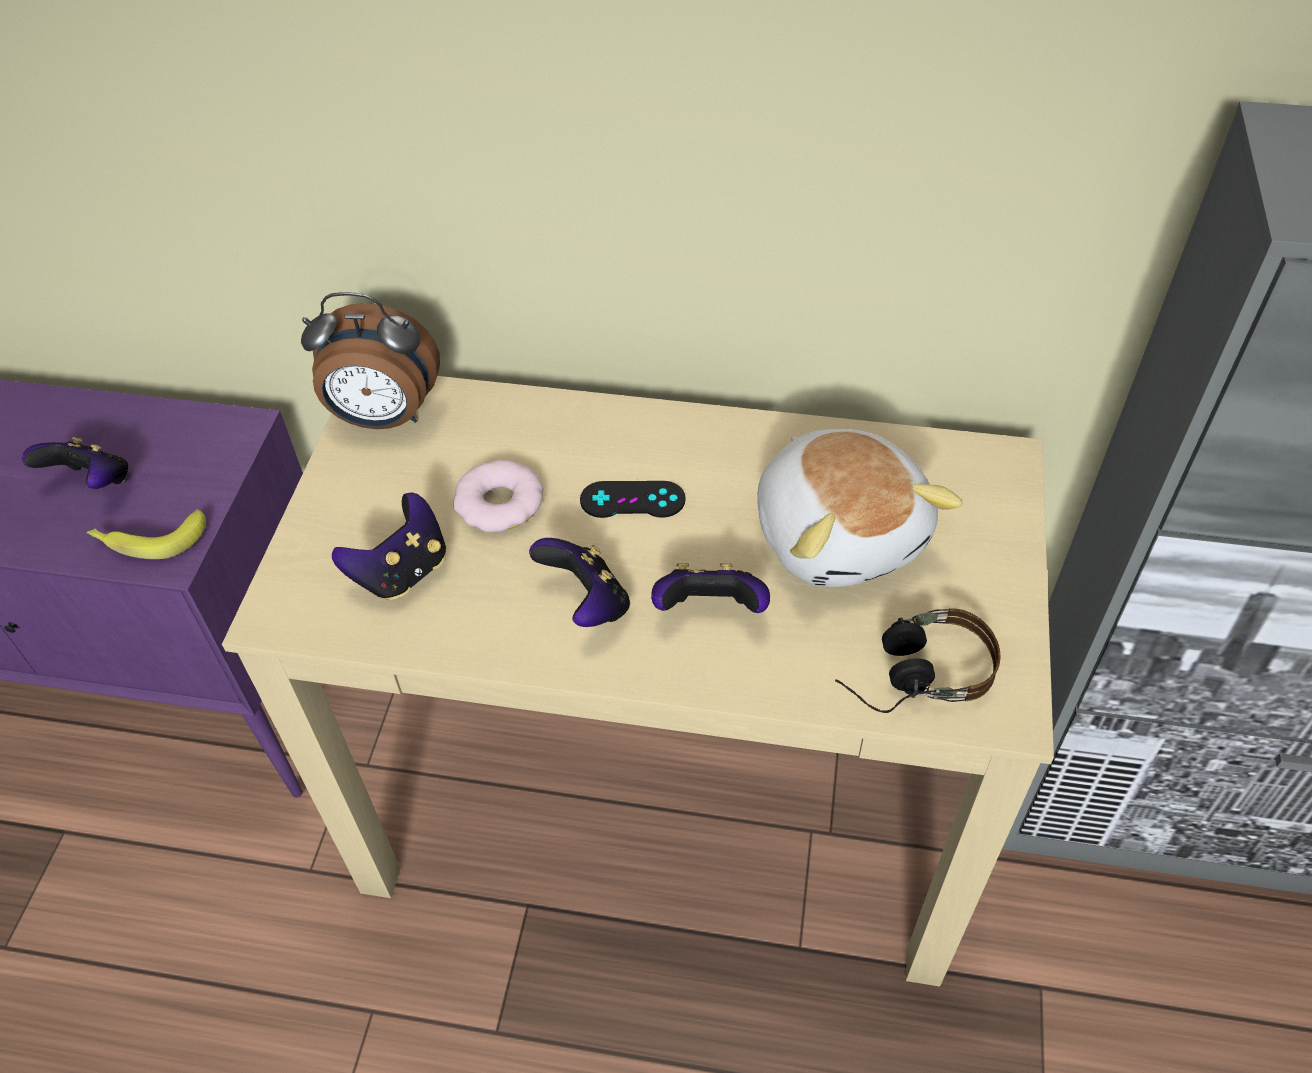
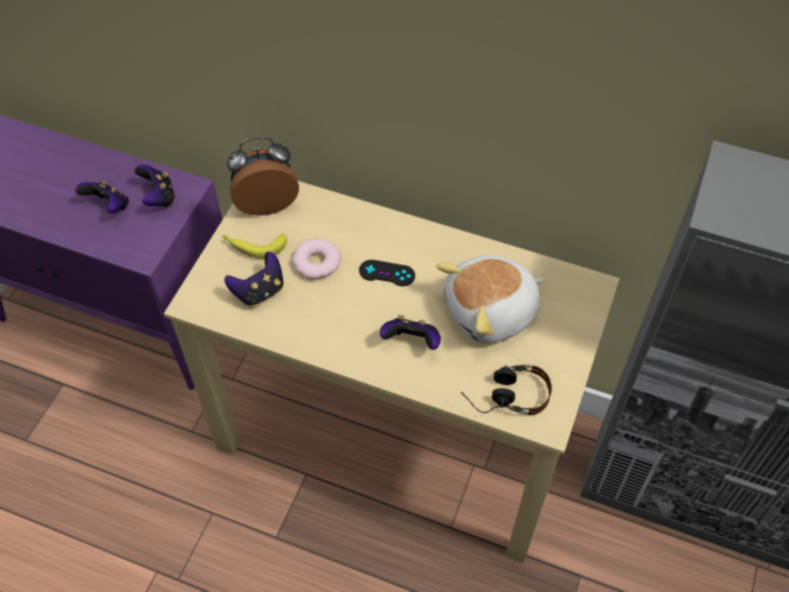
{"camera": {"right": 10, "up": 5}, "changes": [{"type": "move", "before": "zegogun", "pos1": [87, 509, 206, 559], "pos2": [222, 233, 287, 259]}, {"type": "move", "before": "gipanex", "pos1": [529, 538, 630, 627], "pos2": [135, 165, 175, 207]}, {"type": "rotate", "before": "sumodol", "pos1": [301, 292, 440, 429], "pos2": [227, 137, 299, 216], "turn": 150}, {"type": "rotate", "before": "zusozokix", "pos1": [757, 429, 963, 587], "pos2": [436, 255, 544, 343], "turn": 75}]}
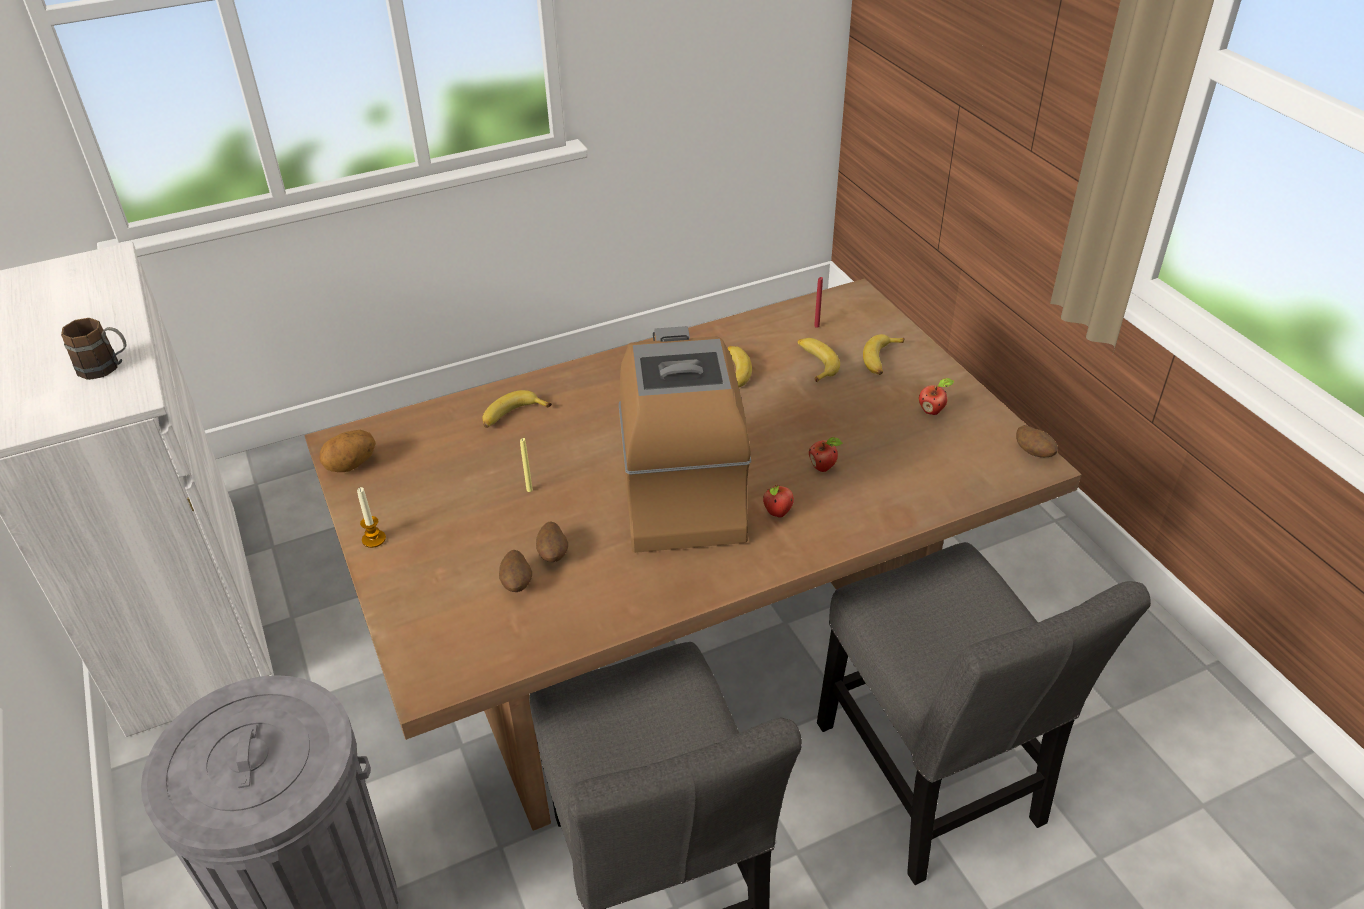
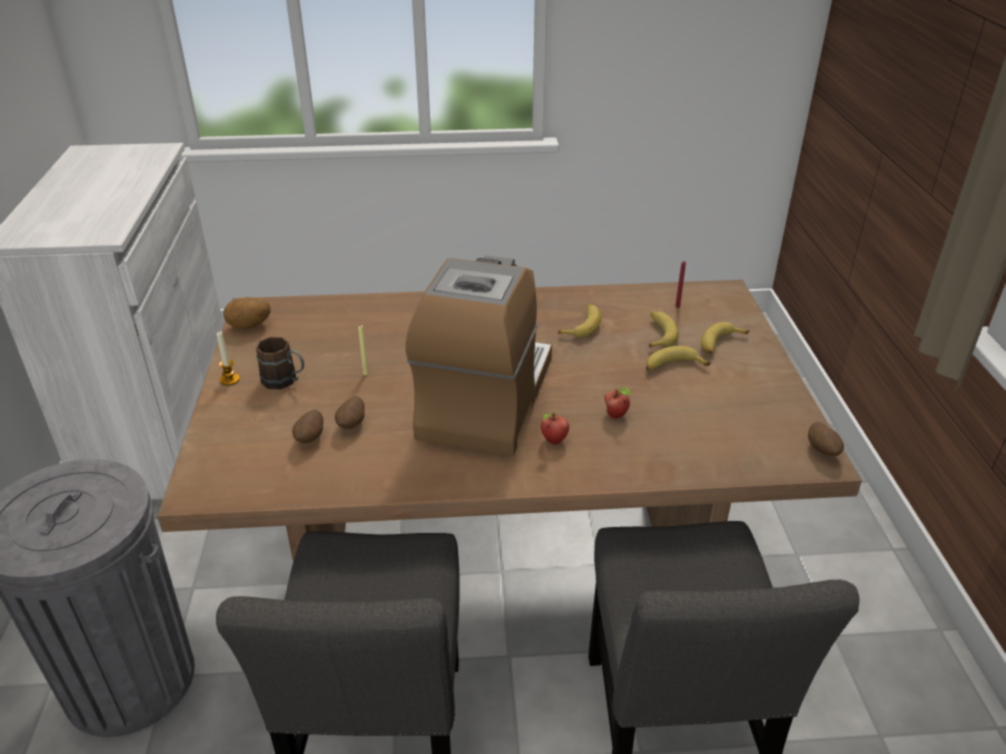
{"camera": {"right": 20, "up": -5}, "changes": [{"type": "delete", "before": "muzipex", "pos1": [919, 378, 954, 415]}, {"type": "move", "before": "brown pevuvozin", "pos1": [61, 318, 126, 380], "pos2": [256, 337, 304, 389]}, {"type": "move", "before": "zegogun", "pos1": [482, 390, 552, 428], "pos2": [646, 346, 710, 370]}]}
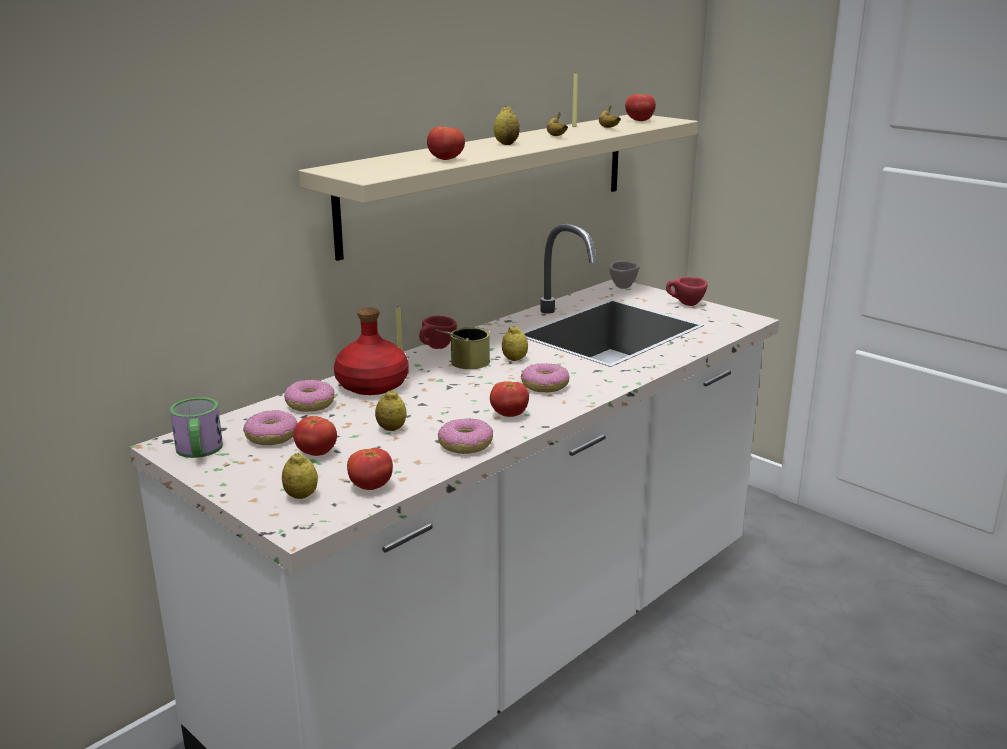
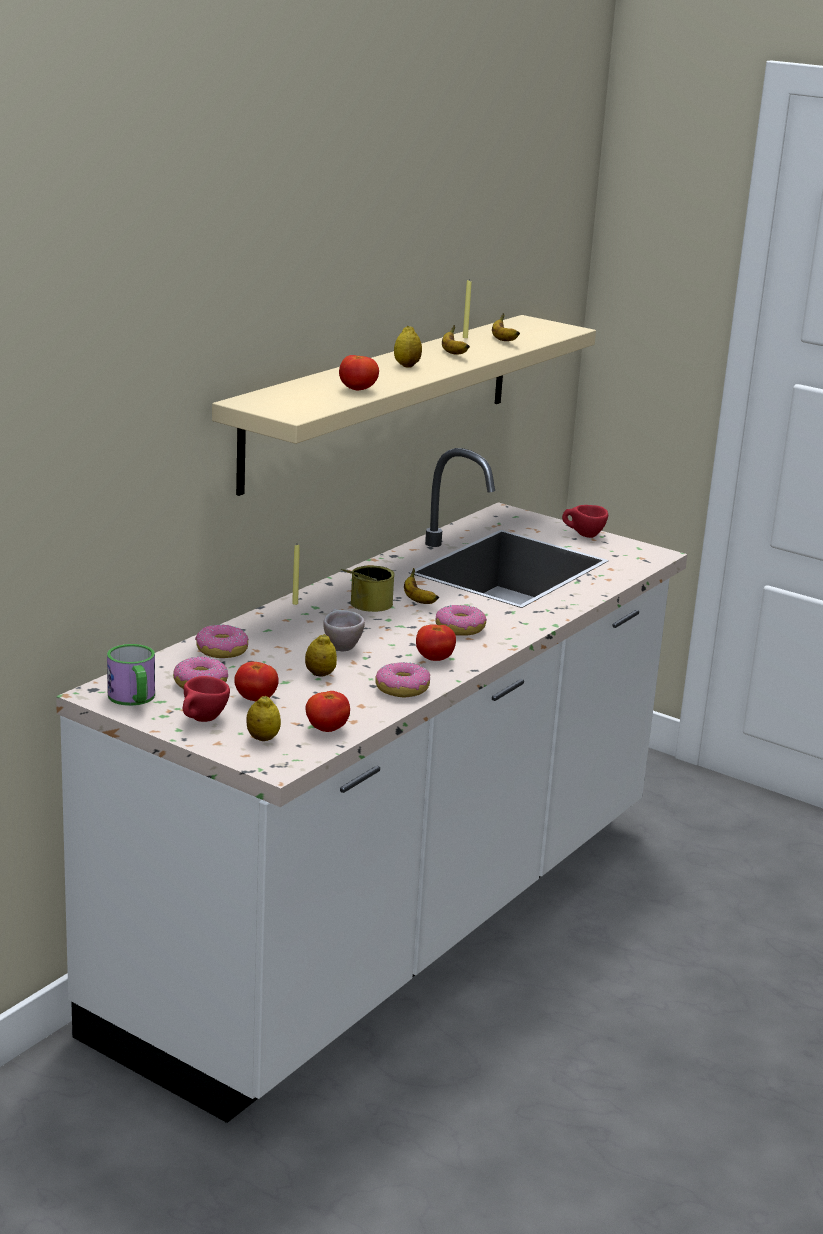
{"camera": {"right": -10, "up": 0}, "changes": [{"type": "delete", "before": "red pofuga", "pos1": [334, 307, 408, 395]}, {"type": "delete", "before": "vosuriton", "pos1": [625, 94, 656, 121]}, {"type": "move", "before": "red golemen", "pos1": [419, 316, 457, 349], "pos2": [183, 676, 230, 722]}, {"type": "move", "before": "beige golemen", "pos1": [610, 260, 639, 289], "pos2": [323, 609, 365, 651]}, {"type": "replace", "before": "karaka", "after": "zegogun", "pos1": [502, 326, 528, 361], "pos2": [404, 568, 439, 604]}]}
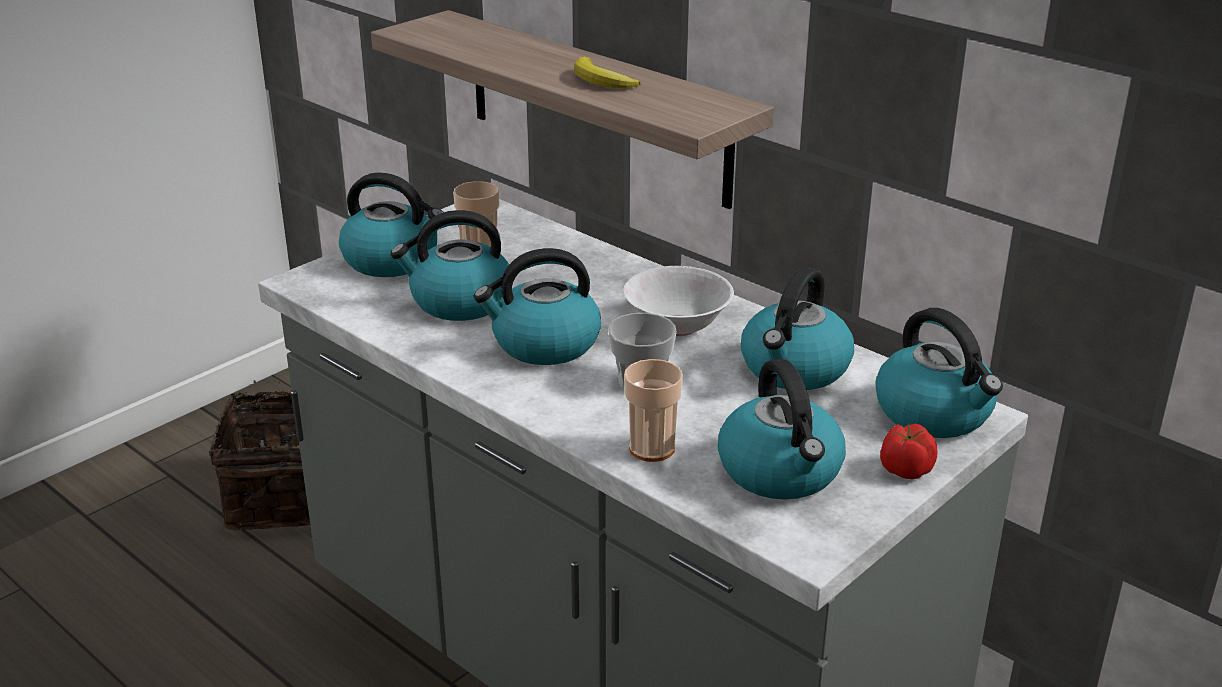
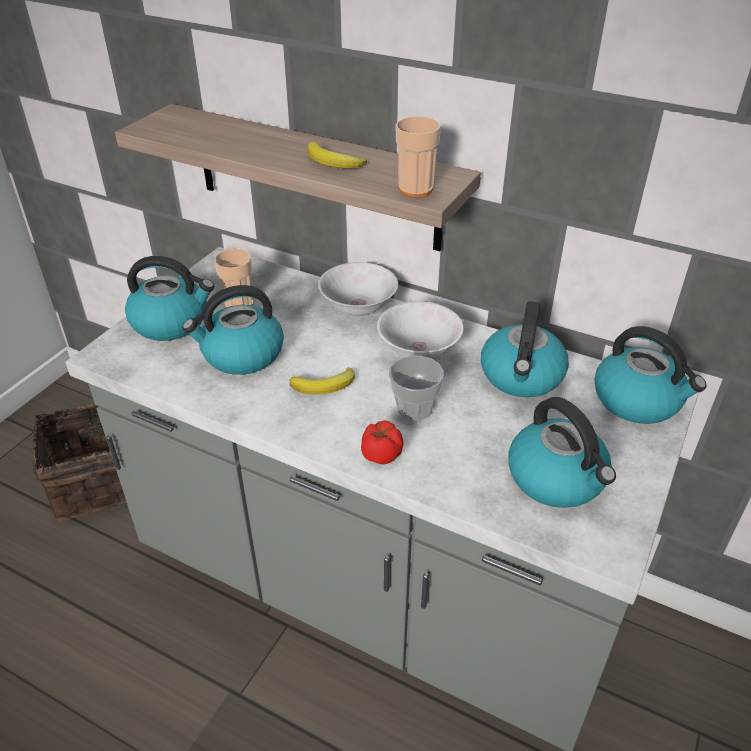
{"camera": {"right": -15, "up": 10}, "changes": [{"type": "insert", "after": "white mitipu", "pos2": [318, 262, 398, 316]}, {"type": "move", "before": "golemen", "pos1": [624, 359, 683, 462], "pos2": [396, 116, 441, 197]}, {"type": "move", "before": "vosuriton", "pos1": [880, 423, 937, 479], "pos2": [361, 420, 404, 464]}, {"type": "replace", "before": "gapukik", "after": "zegogun", "pos1": [474, 248, 601, 365], "pos2": [290, 367, 355, 394]}]}
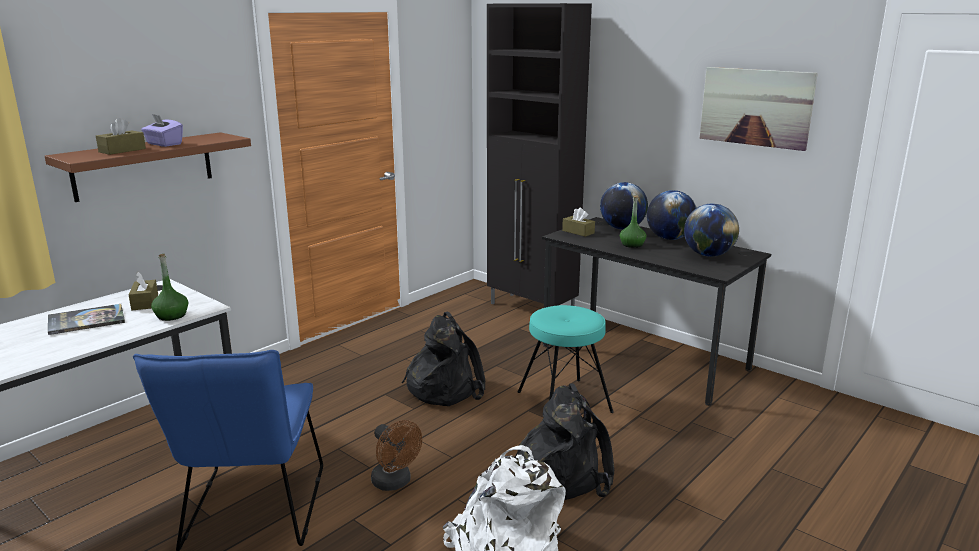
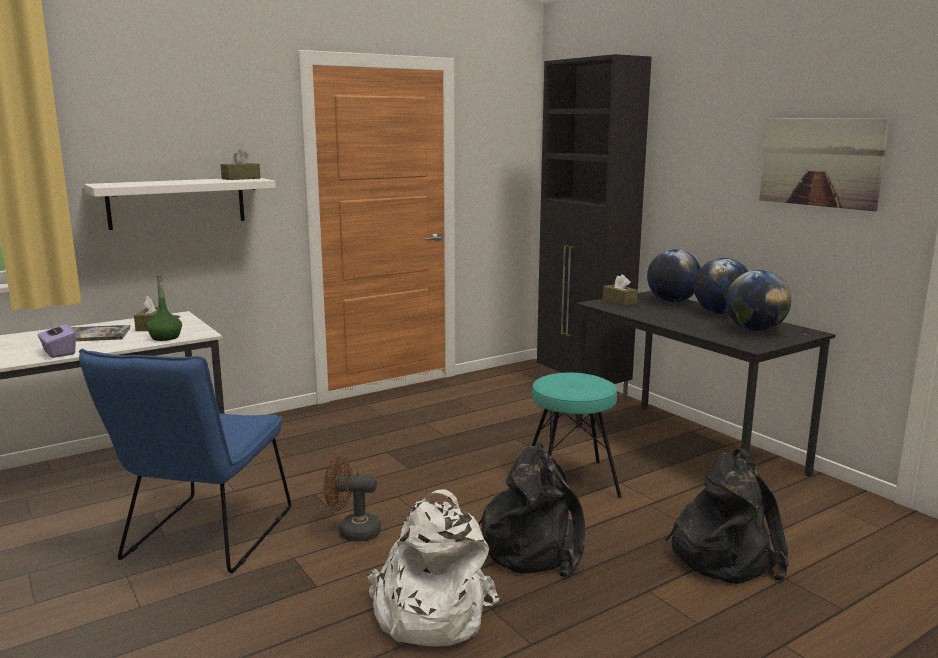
{"camera": {"right": 15, "up": -5}, "changes": [{"type": "delete", "before": "green pofuga", "pos1": [620, 195, 646, 248]}, {"type": "move", "before": "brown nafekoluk", "pos1": [96, 117, 146, 155], "pos2": [221, 149, 261, 180]}, {"type": "move", "before": "purple nafekoluk", "pos1": [141, 114, 183, 147], "pos2": [38, 321, 76, 358]}, {"type": "move", "before": "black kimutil", "pos1": [401, 311, 485, 406], "pos2": [665, 448, 789, 584]}, {"type": "recolor", "before": "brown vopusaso", "after": "white vopusaso", "pos1": [45, 132, 251, 202], "pos2": [84, 178, 276, 230]}, {"type": "rotate", "before": "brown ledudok", "pos1": [371, 420, 422, 491], "pos2": [324, 456, 381, 542], "turn": 120}]}
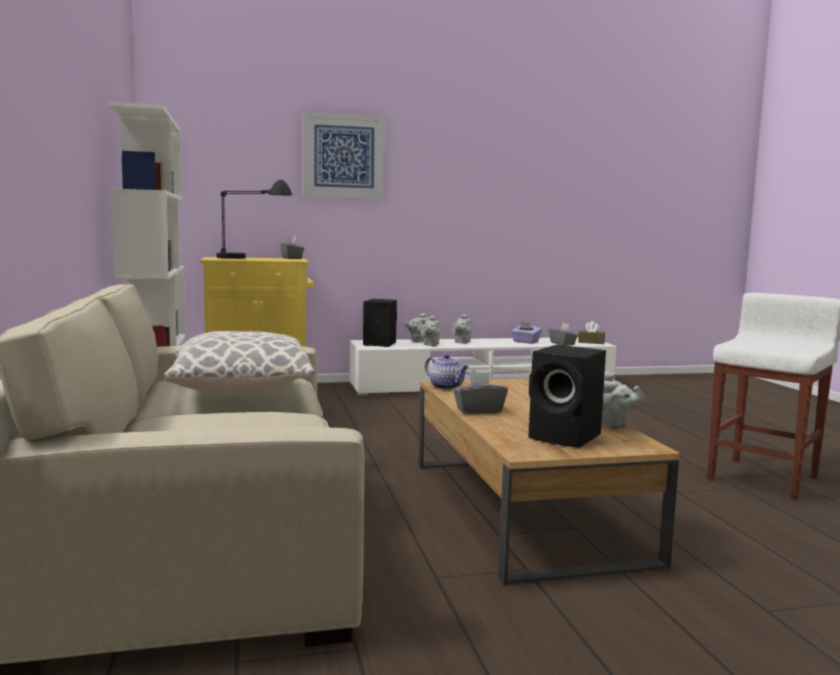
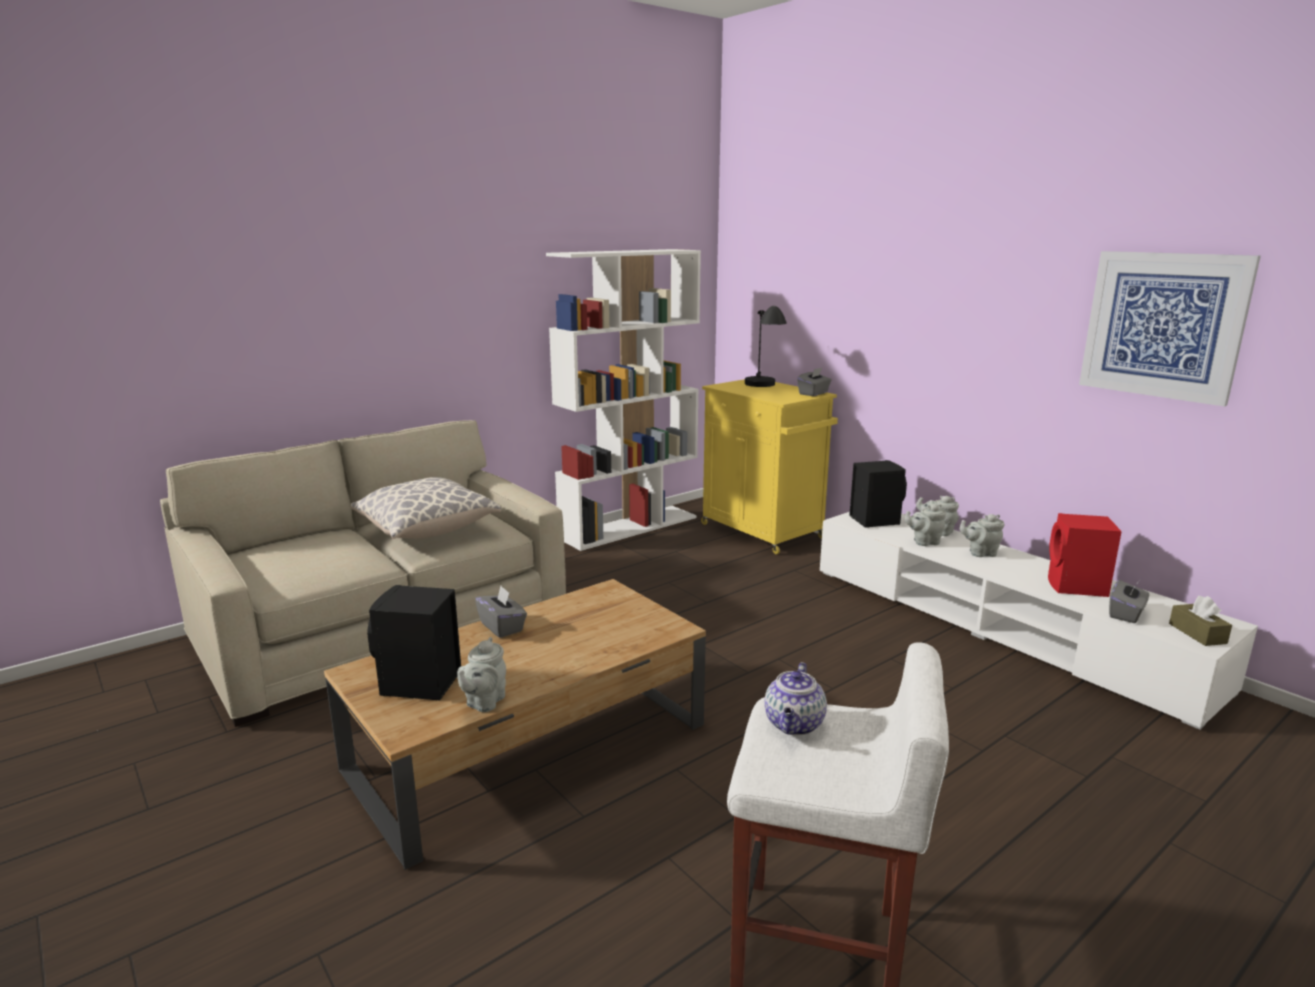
{"camera": {"right": 65, "up": 10}, "changes": [{"type": "move", "before": "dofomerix", "pos1": [303, 111, 386, 200], "pos2": [1079, 251, 1261, 407]}, {"type": "move", "before": "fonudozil", "pos1": [425, 354, 469, 389], "pos2": [765, 662, 827, 735]}, {"type": "replace", "before": "purple nafekoluk", "after": "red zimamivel", "pos1": [511, 321, 542, 344], "pos2": [1048, 513, 1122, 597]}]}
